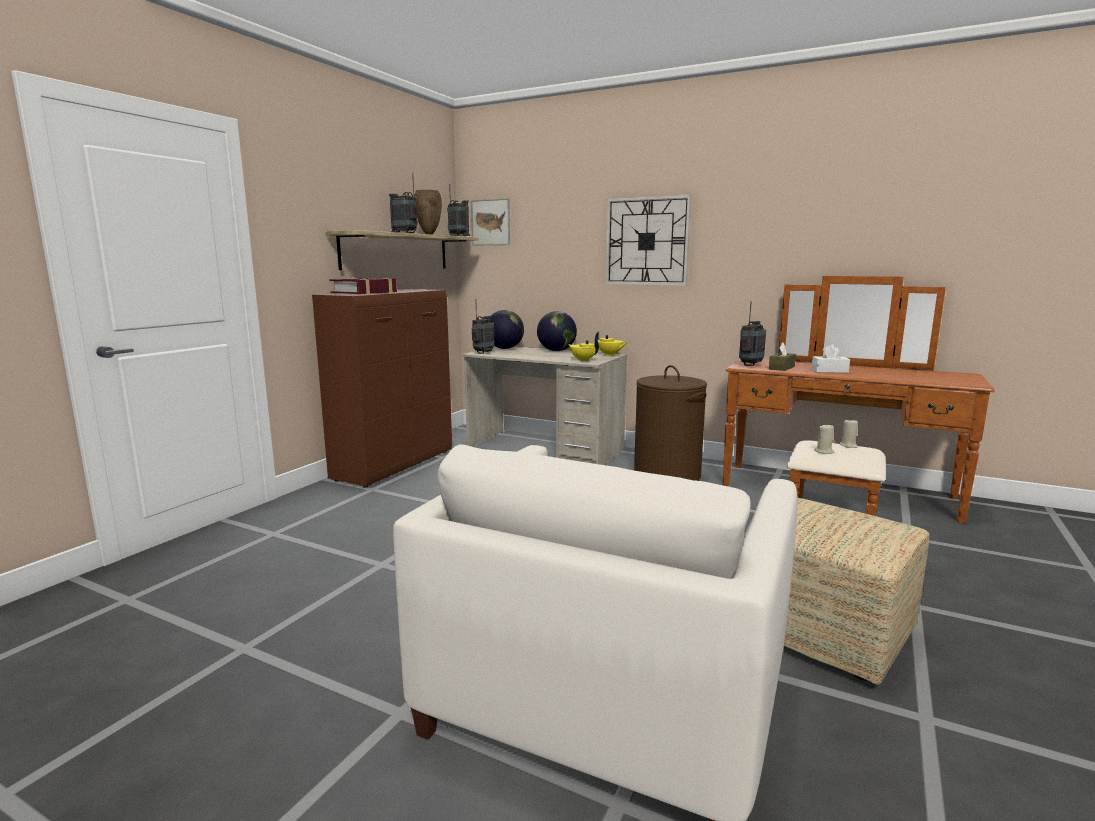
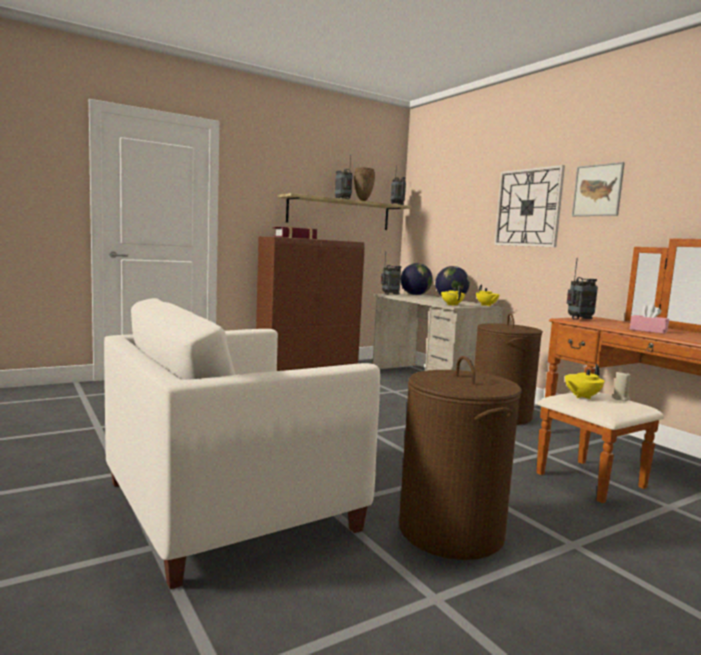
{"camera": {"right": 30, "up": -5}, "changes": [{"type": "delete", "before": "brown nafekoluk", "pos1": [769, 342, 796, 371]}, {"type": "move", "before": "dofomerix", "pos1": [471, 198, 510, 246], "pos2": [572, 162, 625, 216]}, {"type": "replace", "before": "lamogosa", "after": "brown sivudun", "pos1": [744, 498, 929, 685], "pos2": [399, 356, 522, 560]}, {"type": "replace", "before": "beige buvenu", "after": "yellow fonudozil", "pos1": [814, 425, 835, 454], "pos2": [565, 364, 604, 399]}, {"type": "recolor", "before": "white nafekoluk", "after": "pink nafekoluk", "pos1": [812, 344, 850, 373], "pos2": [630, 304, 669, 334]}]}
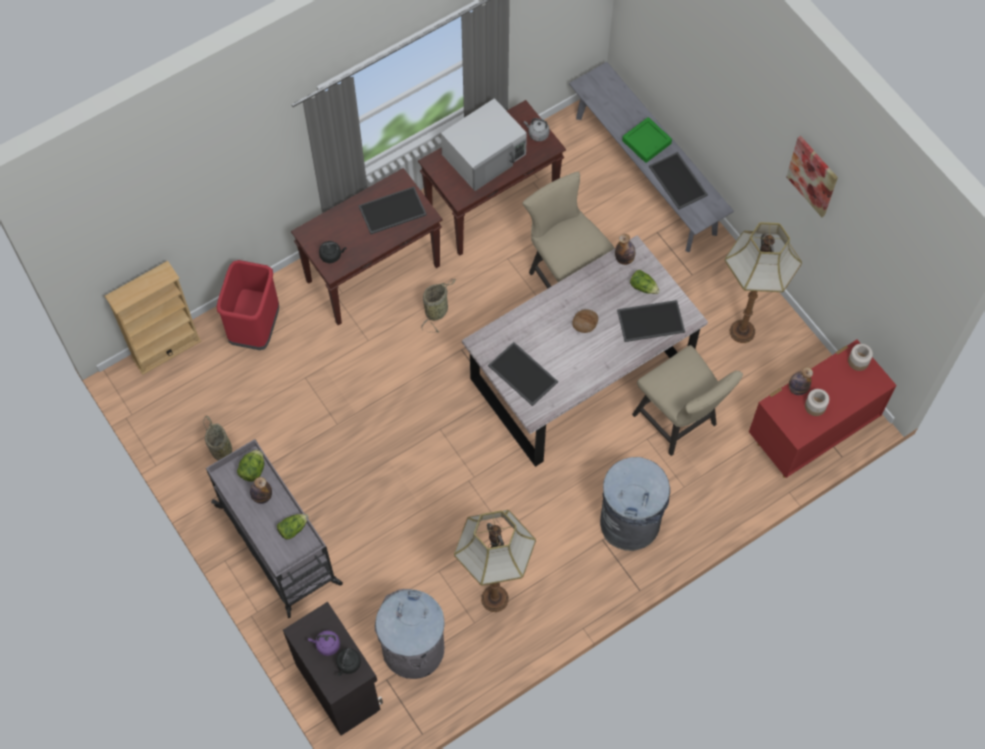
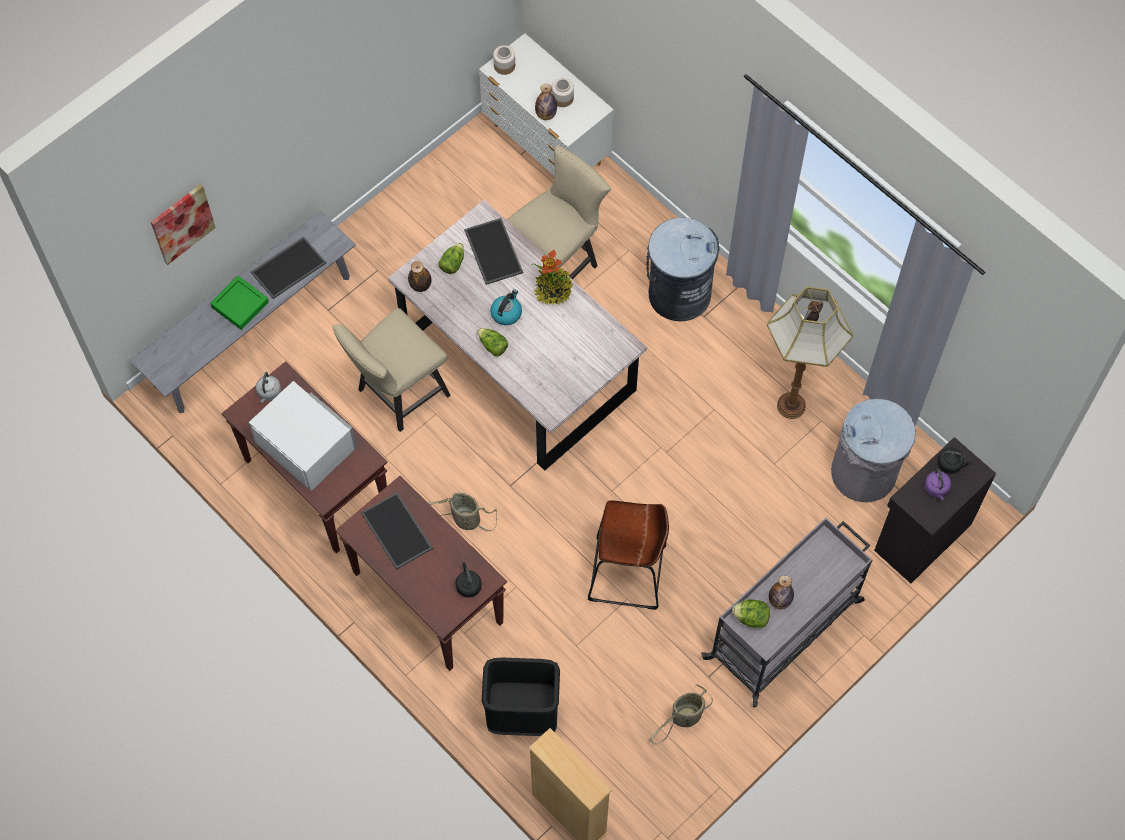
{"camera": {"right": -100, "up": 0}, "changes": [{"type": "delete", "before": "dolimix", "pos1": [488, 342, 558, 406]}, {"type": "delete", "before": "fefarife", "pos1": [725, 222, 802, 343]}, {"type": "insert", "after": "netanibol", "pos2": [533, 249, 573, 305]}, {"type": "insert", "after": "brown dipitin", "pos2": [588, 500, 669, 610]}, {"type": "move", "before": "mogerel", "pos1": [277, 514, 309, 539], "pos2": [477, 328, 508, 356]}, {"type": "move", "before": "dofomerix", "pos1": [786, 136, 838, 217], "pos2": [151, 184, 216, 265]}, {"type": "replace", "before": "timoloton", "after": "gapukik", "pos1": [572, 309, 598, 333], "pos2": [490, 289, 522, 325]}, {"type": "recolor", "before": "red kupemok", "after": "black kupemok", "pos1": [217, 260, 279, 350], "pos2": [482, 658, 560, 736]}, {"type": "recolor", "before": "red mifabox", "after": "white mifabox", "pos1": [749, 340, 897, 478], "pos2": [479, 33, 614, 176]}]}
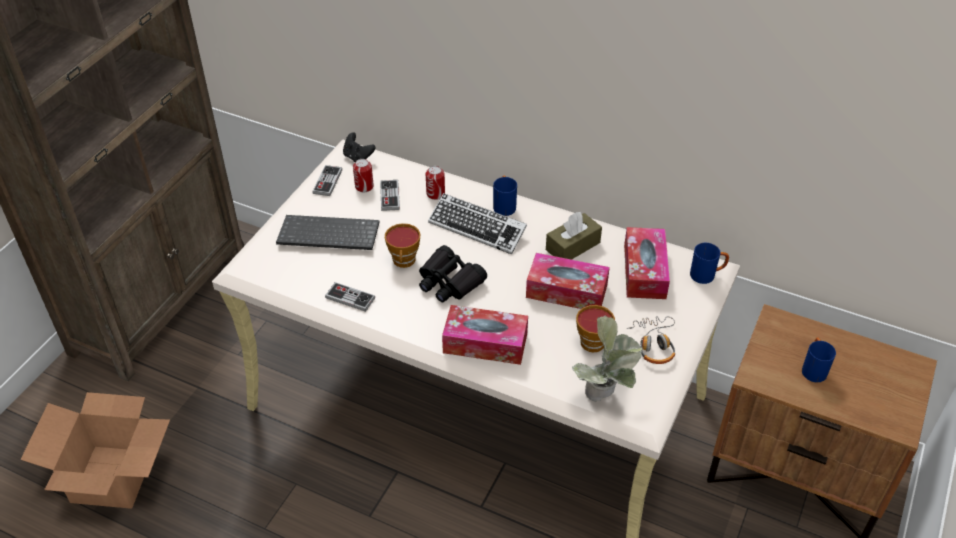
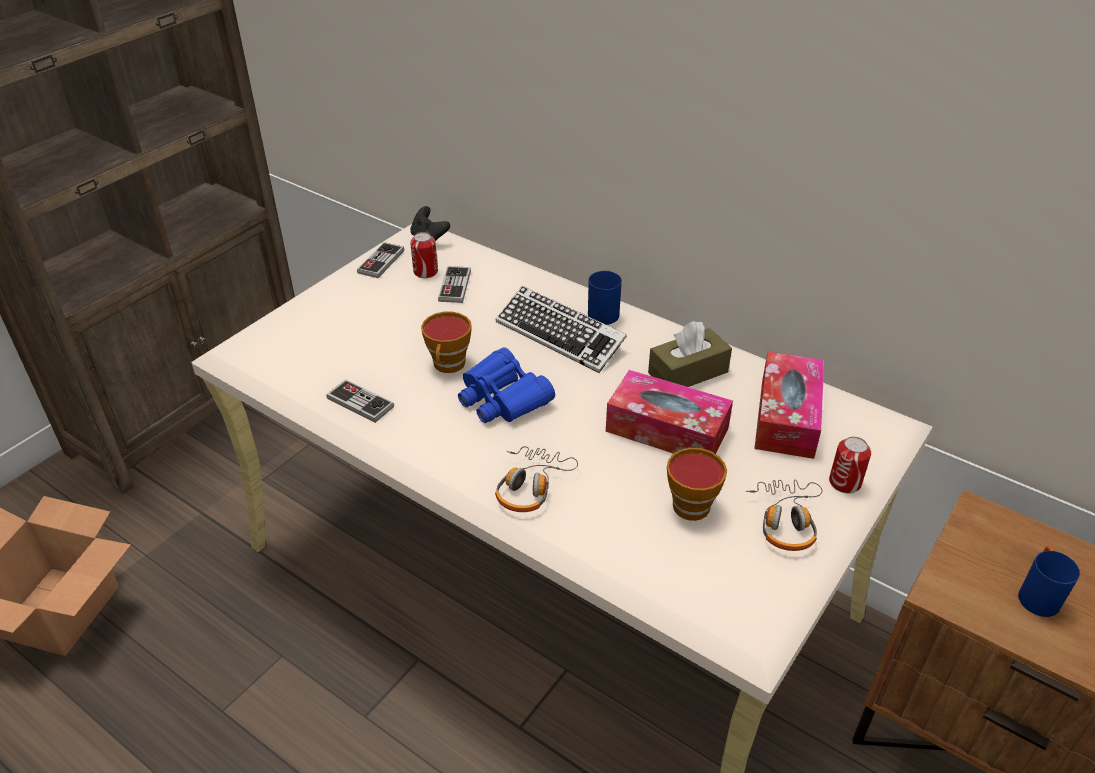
{"camera": {"right": 10, "up": -5}, "changes": [{"type": "delete", "before": "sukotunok", "pos1": [276, 215, 379, 250]}, {"type": "delete", "before": "netanibol", "pos1": [572, 316, 643, 402]}, {"type": "delete", "before": "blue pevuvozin", "pos1": [690, 243, 729, 284]}, {"type": "move", "before": "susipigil", "pos1": [426, 166, 445, 200], "pos2": [829, 437, 871, 493]}, {"type": "replace", "before": "nafekoluk", "after": "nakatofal", "pos1": [442, 305, 528, 365], "pos2": [495, 446, 578, 512]}, {"type": "recolor", "before": "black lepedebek", "after": "blue lepedebek", "pos1": [419, 245, 487, 302], "pos2": [458, 347, 555, 423]}]}
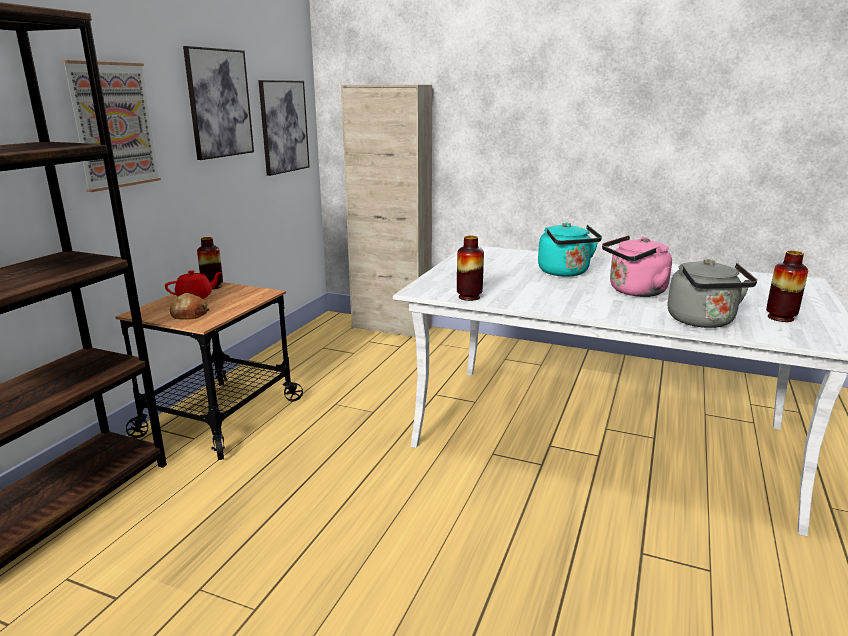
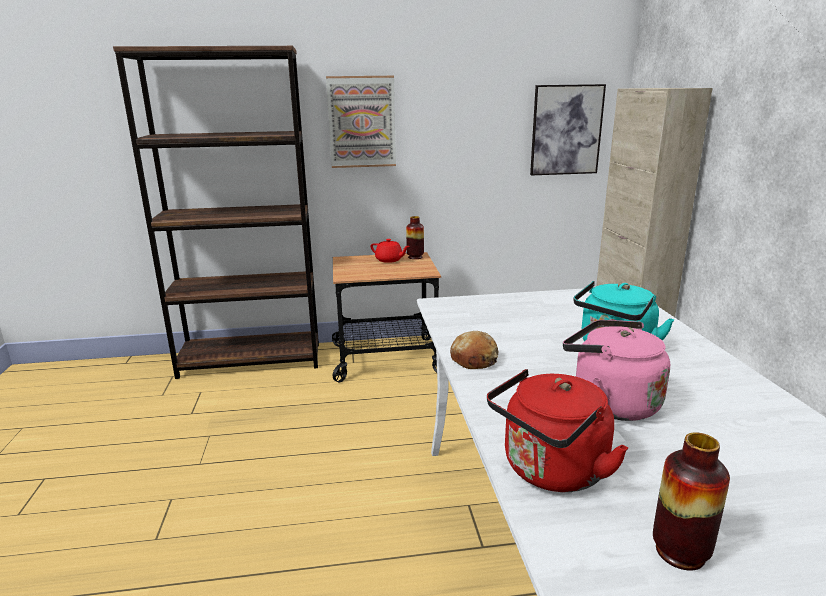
{"camera": {"right": 60, "up": 0}, "changes": [{"type": "delete", "before": "dofomerix", "pos1": [183, 46, 254, 160]}, {"type": "delete", "before": "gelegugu", "pos1": [457, 236, 484, 301]}, {"type": "move", "before": "timoloton", "pos1": [170, 293, 209, 319], "pos2": [450, 331, 498, 369]}, {"type": "recolor", "before": "grey gapukik", "after": "red gapukik", "pos1": [667, 259, 757, 328], "pos2": [487, 369, 628, 492]}]}
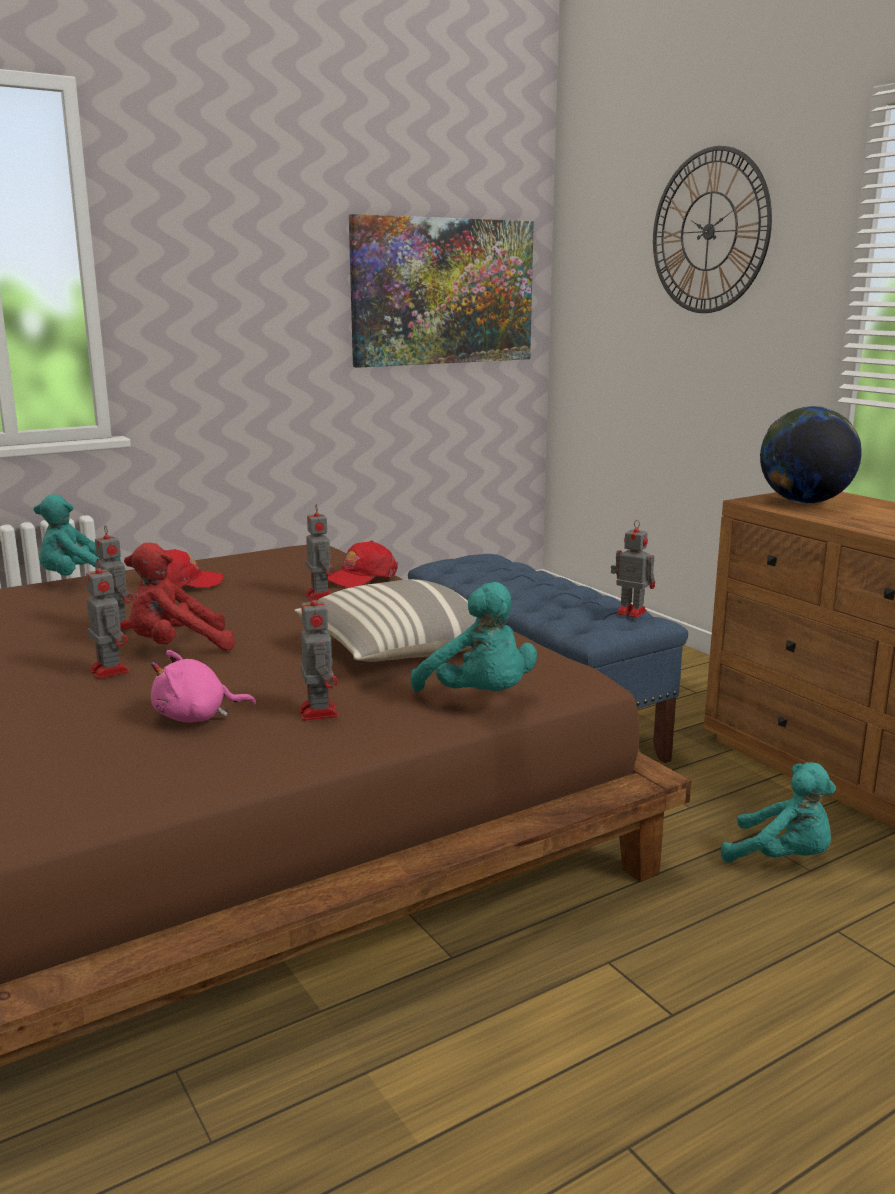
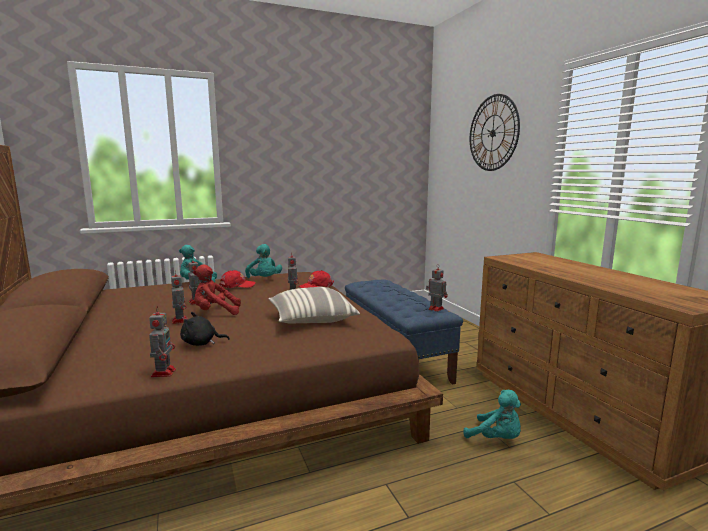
{"camera": {"right": 10, "up": -5}, "changes": [{"type": "delete", "before": "dofomerix", "pos1": [349, 214, 534, 368]}, {"type": "delete", "before": "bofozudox", "pos1": [760, 406, 862, 504]}, {"type": "move", "before": "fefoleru", "pos1": [299, 589, 339, 721], "pos2": [149, 306, 176, 377]}, {"type": "move", "before": "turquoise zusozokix", "pos1": [411, 582, 537, 691], "pos2": [245, 244, 282, 278]}, {"type": "recolor", "before": "pink zusozokix", "after": "black zusozokix", "pos1": [151, 650, 256, 723], "pos2": [180, 312, 230, 346]}]}
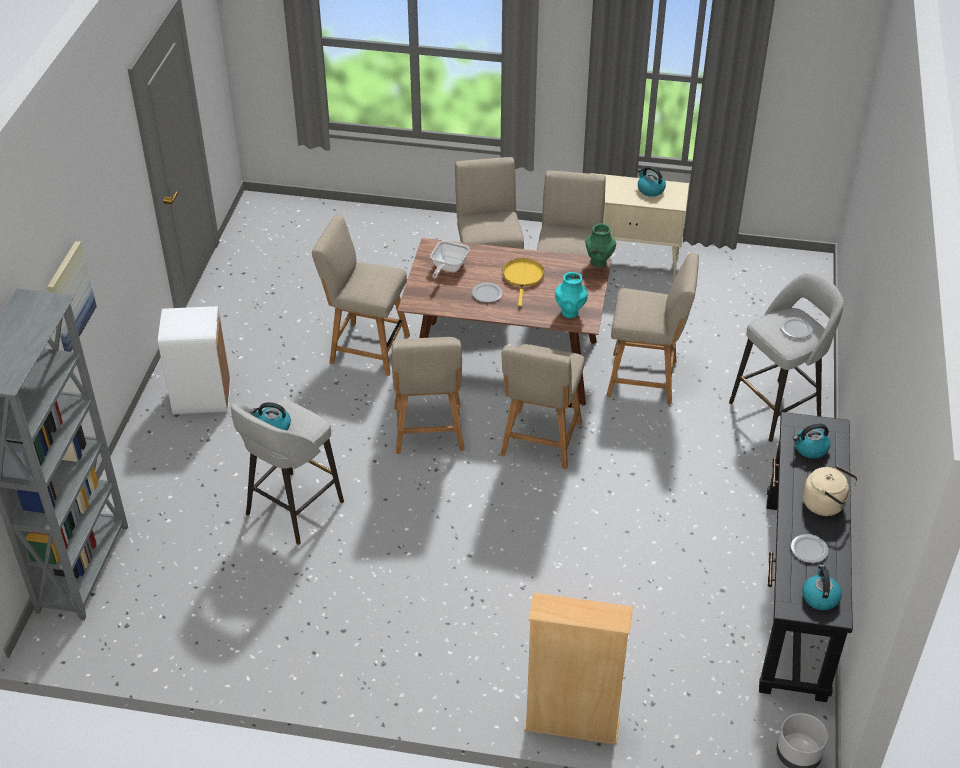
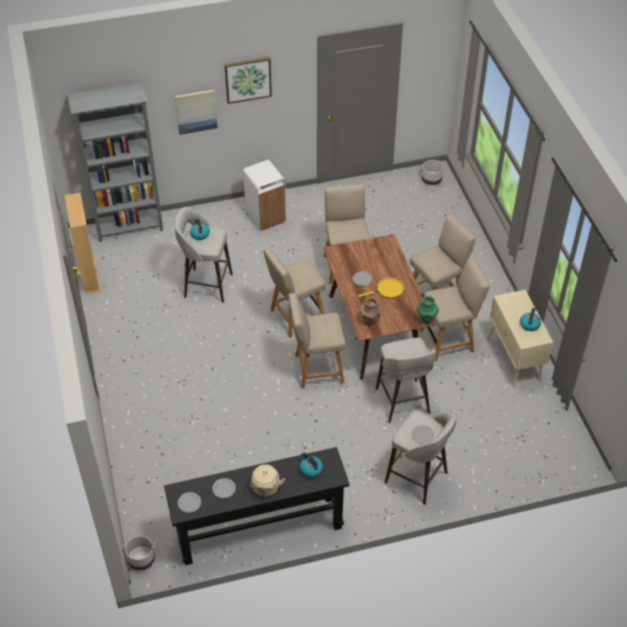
{"camera": {"right": 65, "up": 5}, "changes": [{"type": "delete", "before": "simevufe", "pos1": [430, 240, 470, 279]}, {"type": "insert", "after": "dofomerix", "pos2": [224, 57, 272, 104]}, {"type": "insert", "after": "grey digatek", "pos2": [422, 160, 443, 185]}, {"type": "move", "before": "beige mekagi", "pos1": [524, 593, 633, 745], "pos2": [64, 192, 101, 294]}, {"type": "replace", "before": "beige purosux", "after": "grey dipitin", "pos1": [607, 253, 699, 404], "pos2": [376, 338, 436, 423]}, {"type": "replace", "before": "gapukik", "after": "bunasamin", "pos1": [802, 565, 842, 610], "pos2": [178, 492, 201, 513]}, {"type": "recolor", "before": "turquoise gelegugu", "after": "brown gelegugu", "pos1": [555, 272, 588, 318], "pos2": [360, 297, 381, 326]}]}
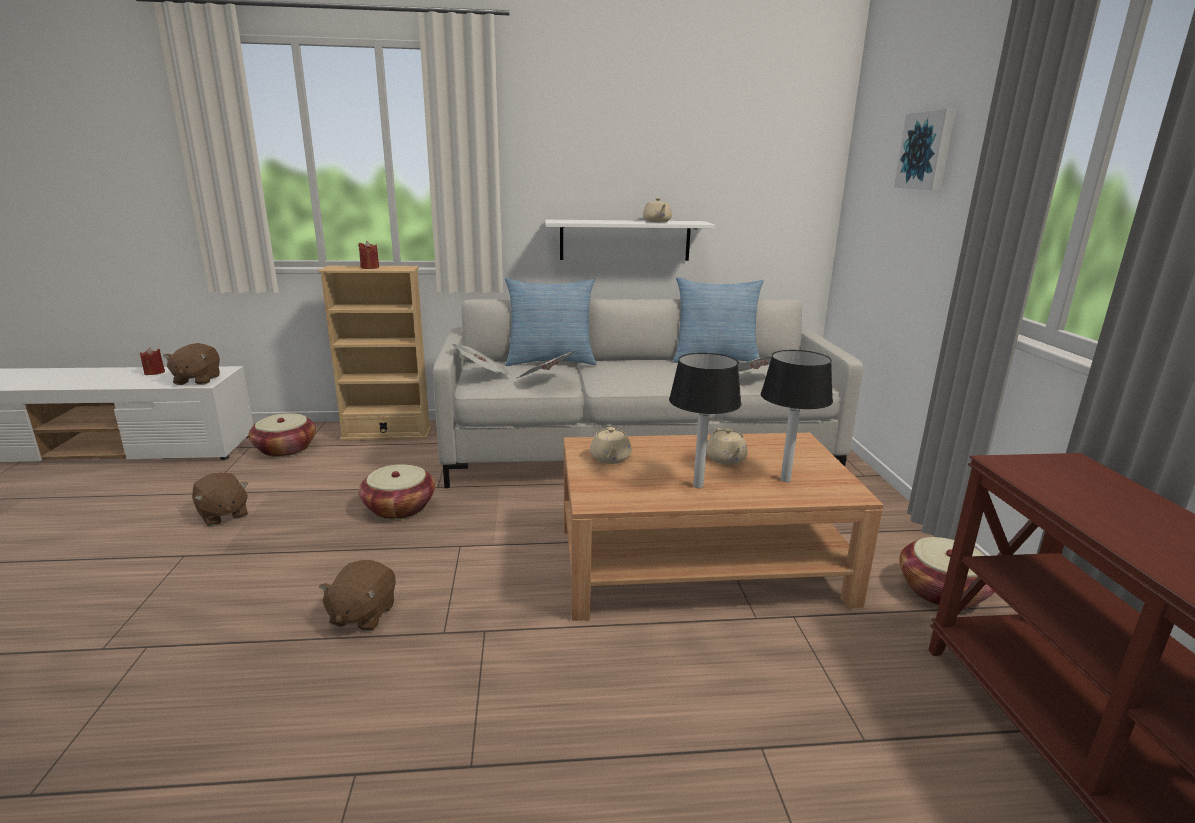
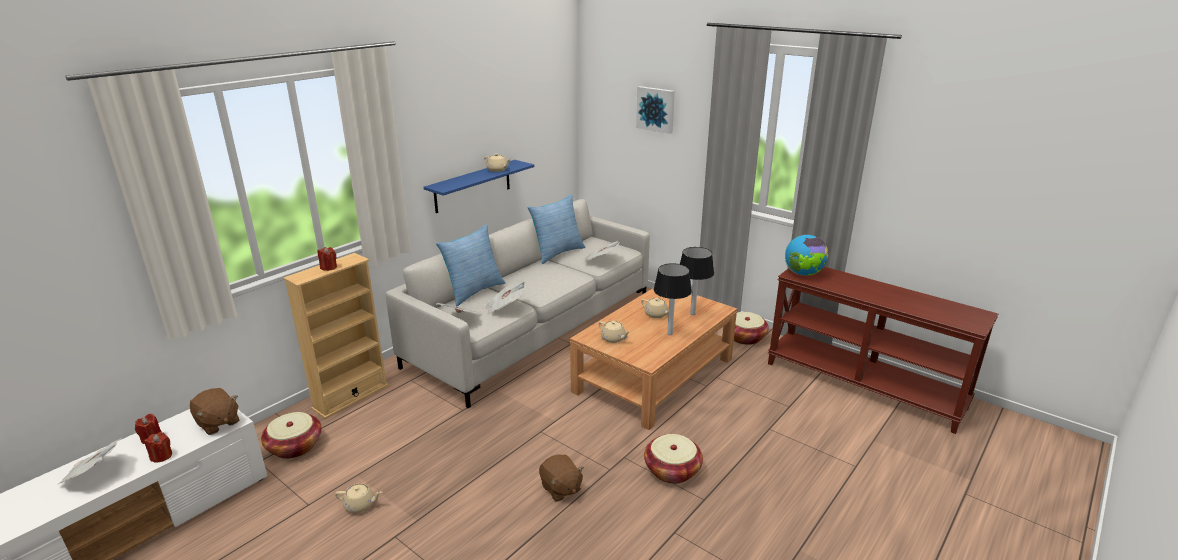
{"camera": {"right": -45, "up": 5}, "changes": [{"type": "insert", "after": "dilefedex", "pos2": [57, 438, 121, 485]}, {"type": "insert", "after": "red buvenu", "pos2": [144, 432, 172, 462]}, {"type": "insert", "after": "bofozudox", "pos2": [785, 235, 828, 276]}, {"type": "move", "before": "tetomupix", "pos1": [359, 464, 435, 519], "pos2": [644, 434, 703, 484]}, {"type": "replace", "before": "brown zusozokix", "after": "beige fonudozil", "pos1": [192, 473, 248, 526], "pos2": [335, 483, 382, 513]}, {"type": "recolor", "before": "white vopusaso", "after": "blue vopusaso", "pos1": [545, 220, 715, 261], "pos2": [423, 160, 534, 213]}]}
